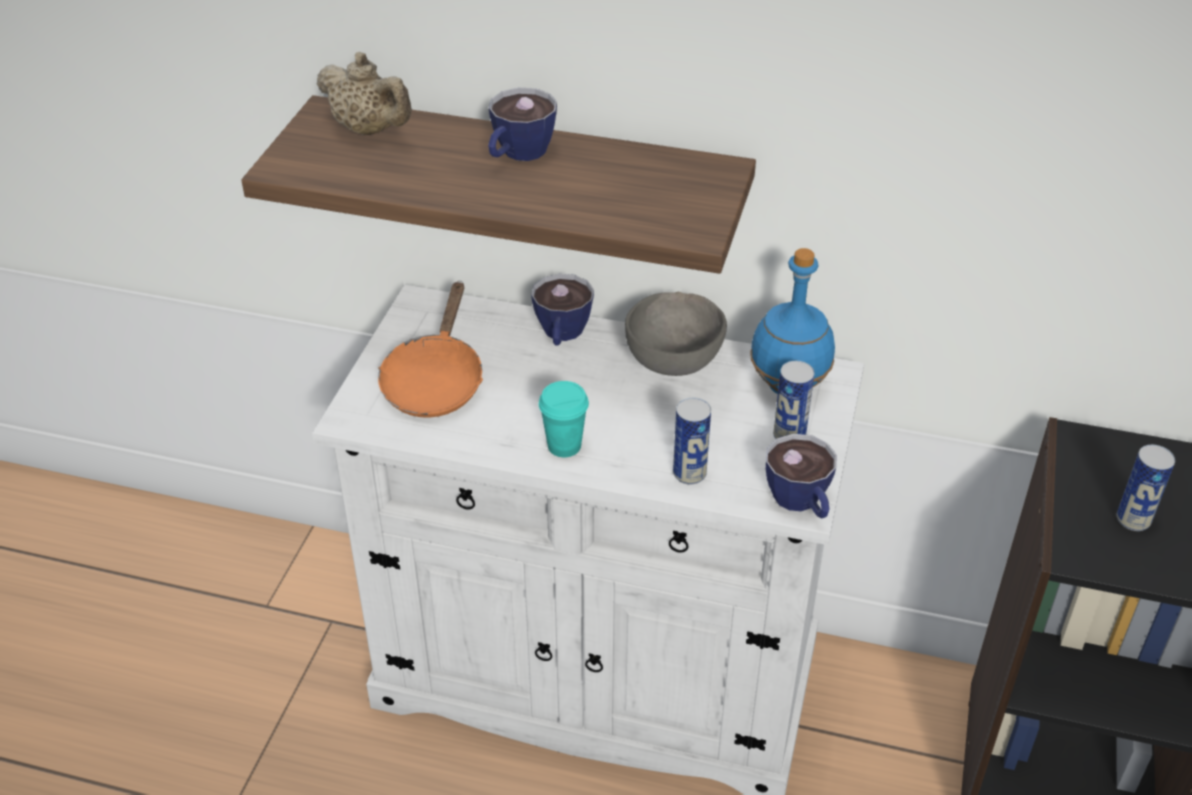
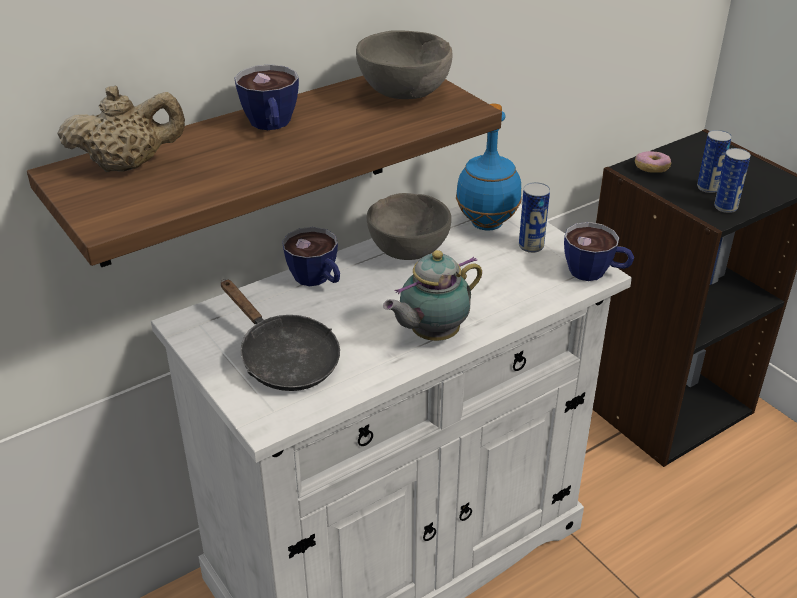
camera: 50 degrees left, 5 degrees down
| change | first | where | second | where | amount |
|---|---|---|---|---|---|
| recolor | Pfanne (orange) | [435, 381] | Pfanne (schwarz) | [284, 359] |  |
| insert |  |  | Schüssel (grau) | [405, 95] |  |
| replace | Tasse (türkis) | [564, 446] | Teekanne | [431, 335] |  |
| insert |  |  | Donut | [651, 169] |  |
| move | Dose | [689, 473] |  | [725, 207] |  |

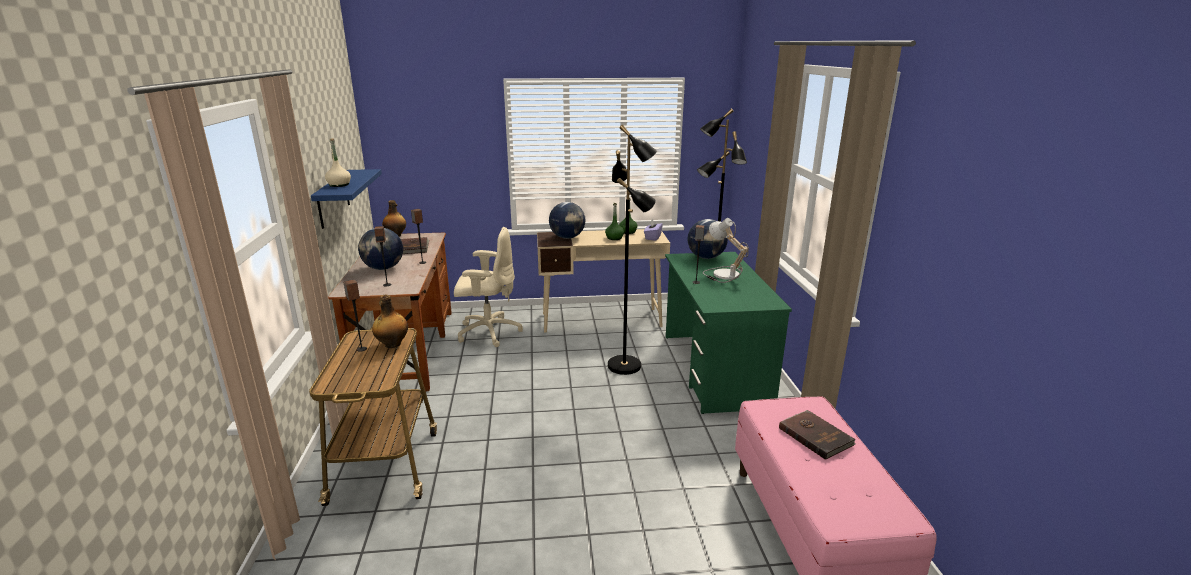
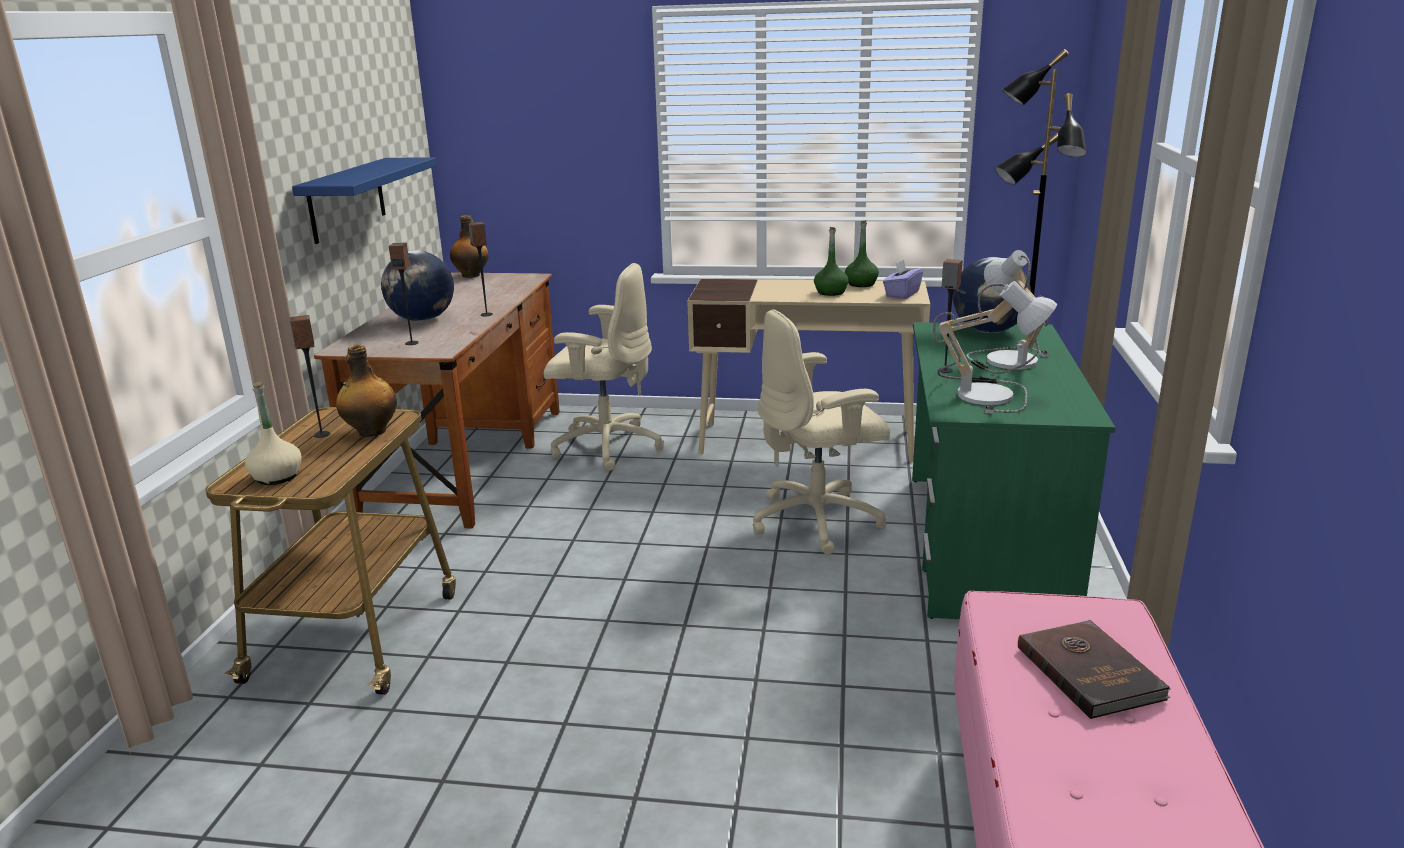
camera: 15 degrees right, 0 degrees up
| change | first | where | second | where | amount |
|---|---|---|---|---|---|
| move | Flasche (beige) | [339, 185] |  | [277, 477] |  |
| replace | Stehlampe (schwarz) | [625, 365] | Bürostuhl (beige) | [818, 521] |  |
| insert |  |  | Tischlampe | [989, 394] |  |
| delete | Buch (braun) | [414, 247] |  |  |  |
| delete | Globus | [567, 237] |  |  |  |

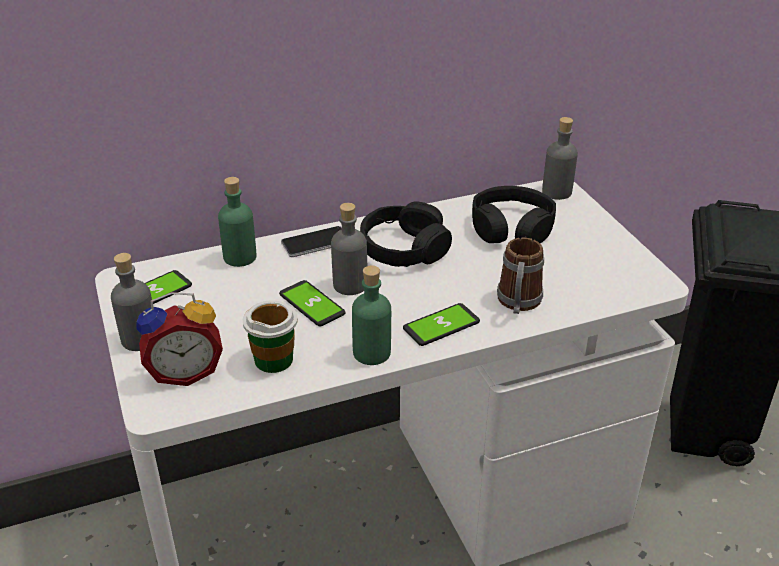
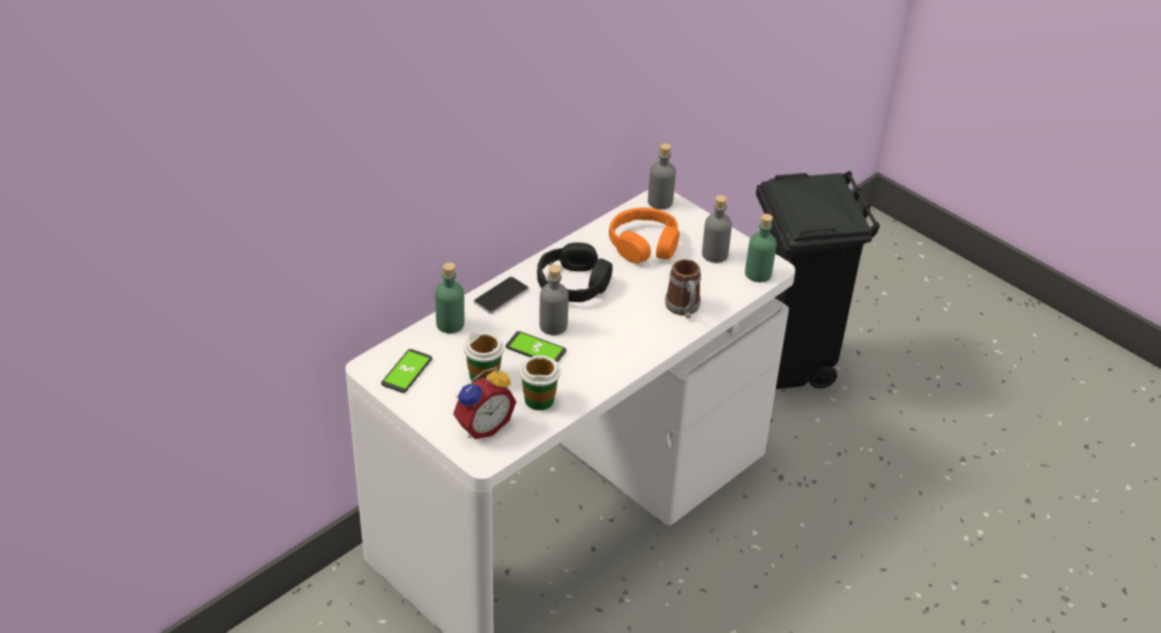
camera: 25 degrees left, 5 degrees up
| change | first | where | second | where | amount |
|---|---|---|---|---|---|
| insert |  |  | Tasse | [484, 376] |  |
| recolor | Kopfhörer (schwarz) | [512, 228] | Kopfhörer (orange) | [644, 245] |  |
| move | Flasche (grau) | [140, 339] |  | [714, 254] |  |
| move | Flasche (grün) | [372, 353] |  | [758, 274] |  |
| delete | Handy | [441, 326] |  |  |  |

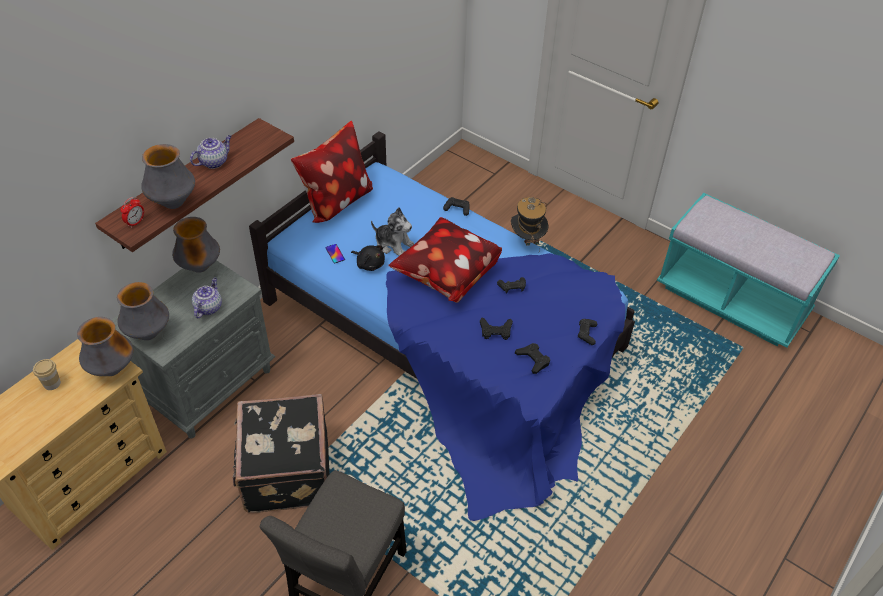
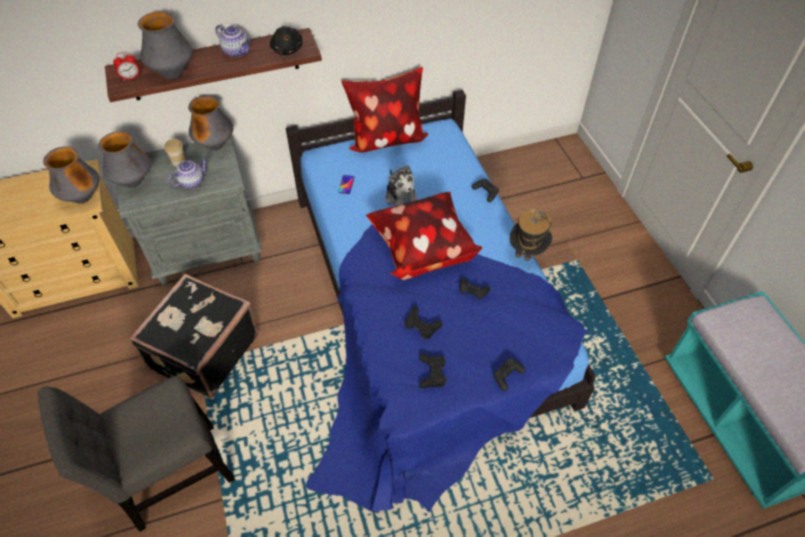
camera: 35 degrees right, 5 degrees up
| change | first | where | second | where | amount |
|---|---|---|---|---|---|
| move | Tasse | [52, 383] |  | [179, 162] |  |
| rotate | Teekanne | [214, 162] |  | [237, 51] | 45 degrees clockwise |
| move | Plüschtier (schwarz) | [369, 264] |  | [287, 50] |  |

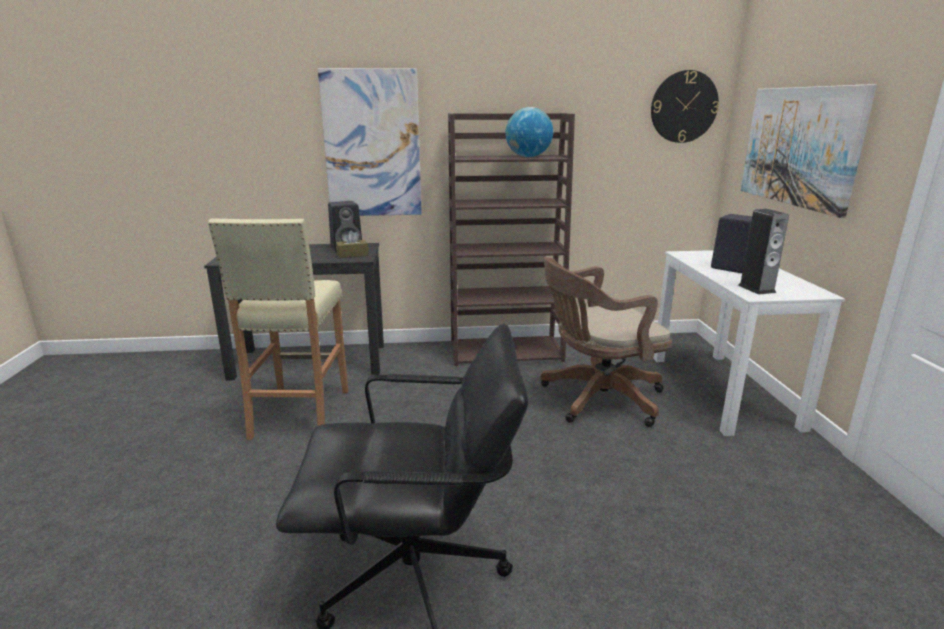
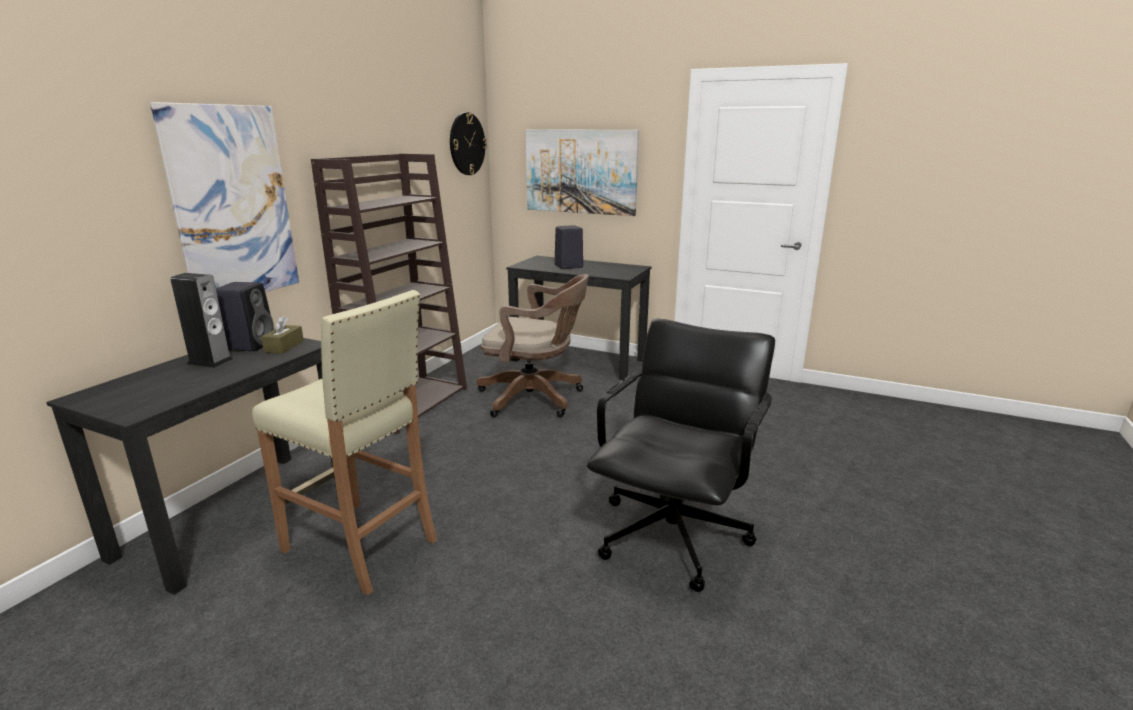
camera: 60 degrees left, 0 degrees up
| change | first | where | second | where | amount |
|---|---|---|---|---|---|
| move | Lautsprecher | [756, 289] |  | [210, 361] |  |
| rotate | Bürostuhl (braun) | [596, 399] |  | [536, 398] | 90 degrees counterclockwise |
| recolor | Schreibtisch (weiß) | [722, 391] | Schreibtisch (schwarz) | [579, 360] |  |
| delete | Globus | [528, 157] |  |  |  |

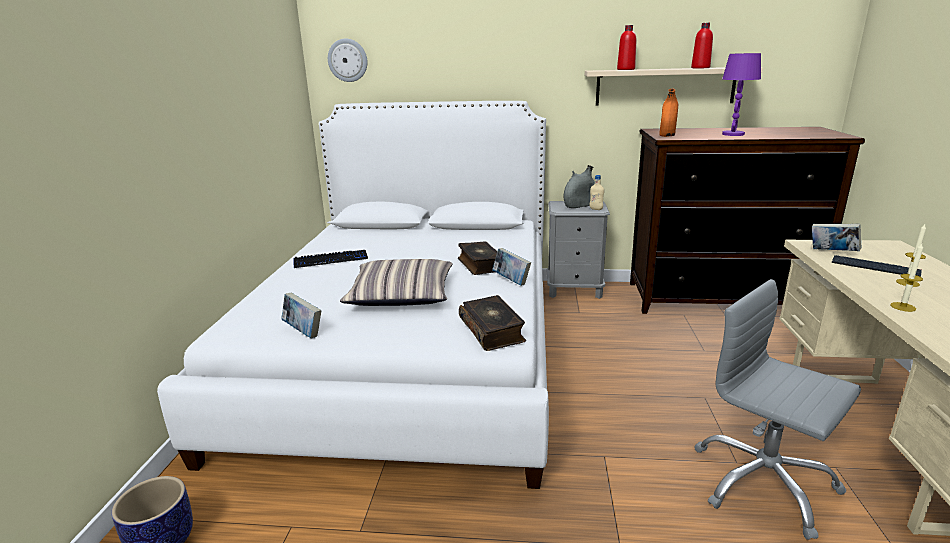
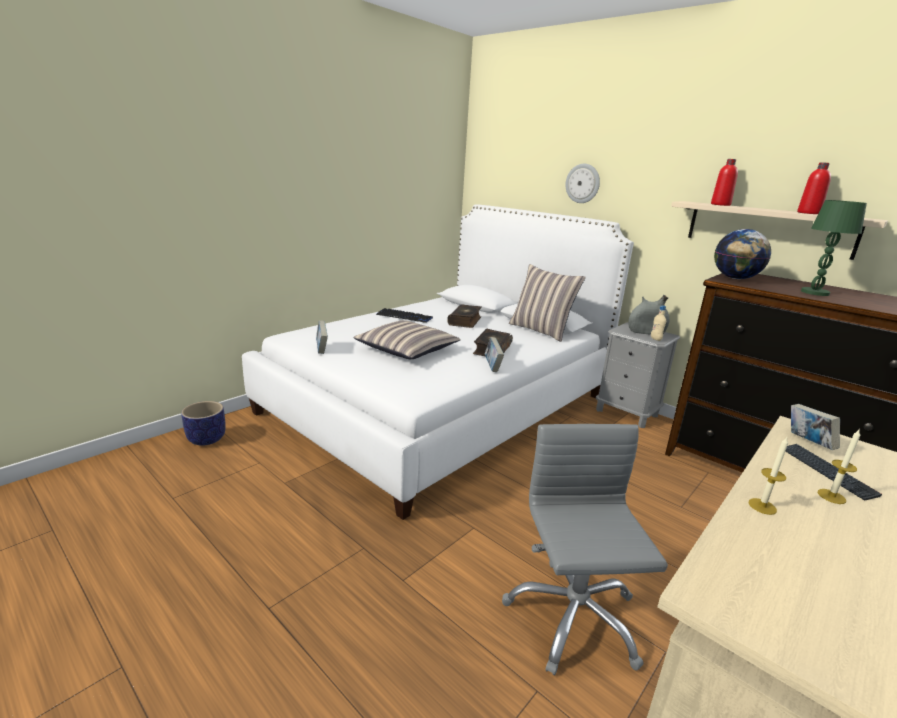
camera: 35 degrees right, 0 degrees up
| change | first | where | second | where | amount |
|---|---|---|---|---|---|
| move | Buch | [492, 331] |  | [465, 321] |  |
| insert |  |  | Kissen | [541, 330] |  |
| move | Wanduhr | [348, 60] |  | [583, 183] |  |
| replace | Vase (orange) | [667, 135] | Globus | [735, 278] |  |
| recolor | Tischlampe (lila) | [733, 134] | Tischlampe (grün) | [815, 293] |  |

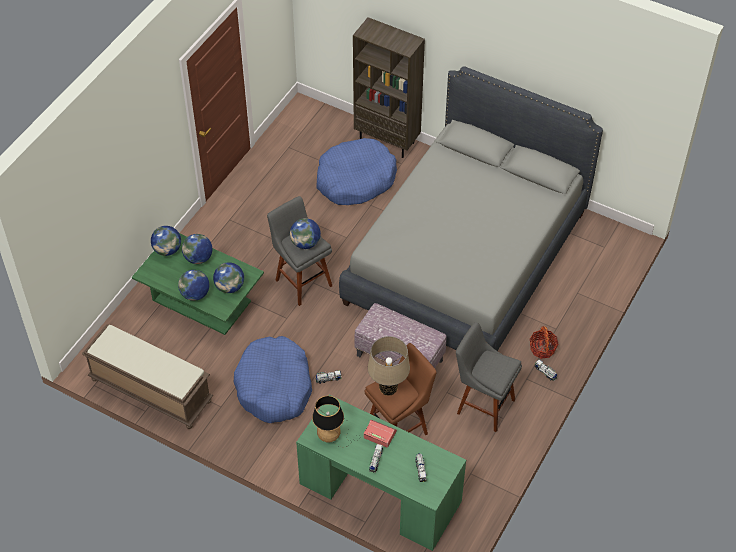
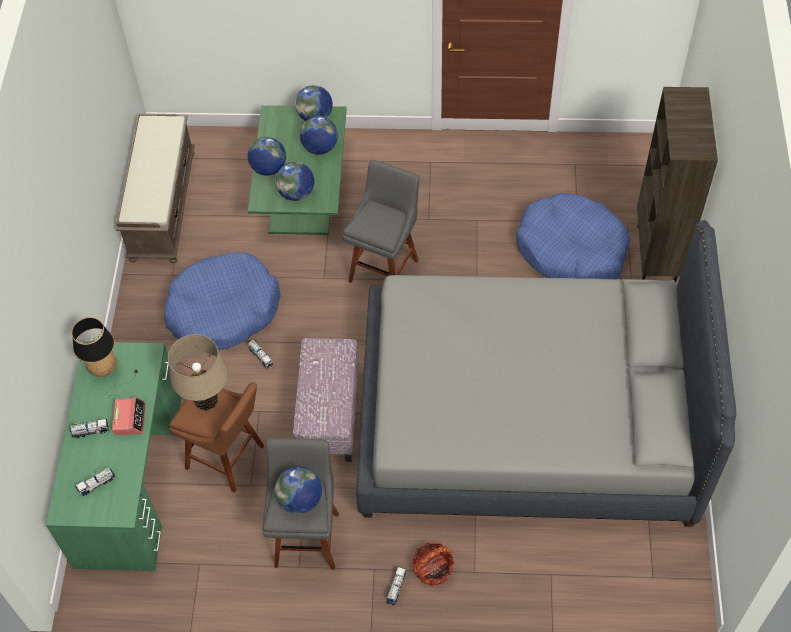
camera: 65 degrees right, 5 degrees up
| change | first | where | second | where | amount |
|---|---|---|---|---|---|
| move | Globus | [305, 243] |  | [300, 500] |  |

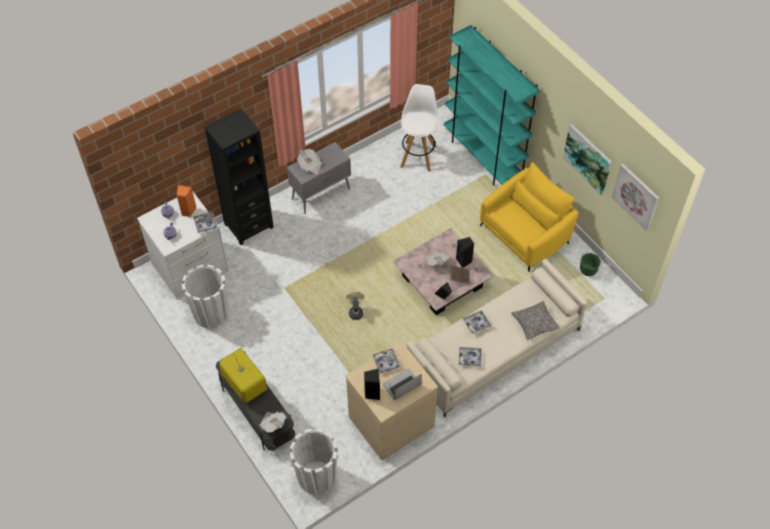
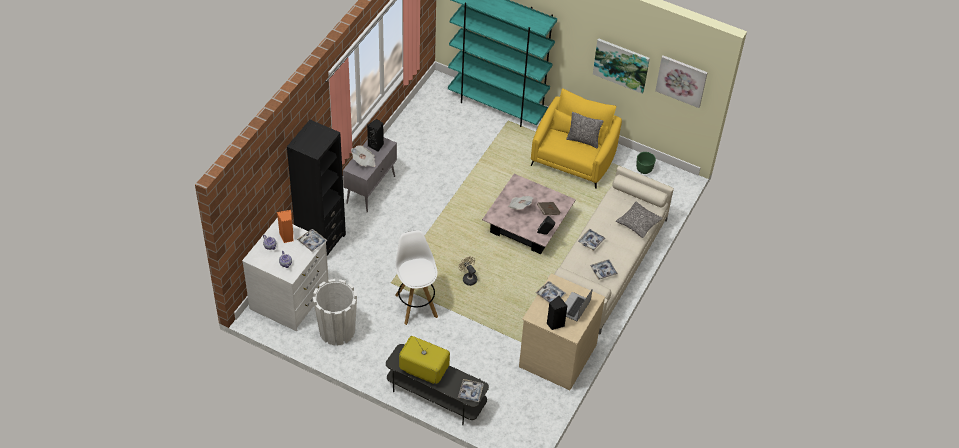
camera: 30 degrees left, 5 degrees down
| change | first | where | second | where | amount |
|---|---|---|---|---|---|
| move | Lautsprecher (schwarz) | [464, 261] |  | [376, 146] |  |
| move | Hocker (weiß) | [418, 155] |  | [416, 305] |  |
| replace | Zeitung | [273, 424] | Tablett | [470, 392] |  |
| insert |  |  | Kissen | [583, 140] |  |
| delete | Pflanzkübel (weiß) | [316, 476] |  |  |  |

